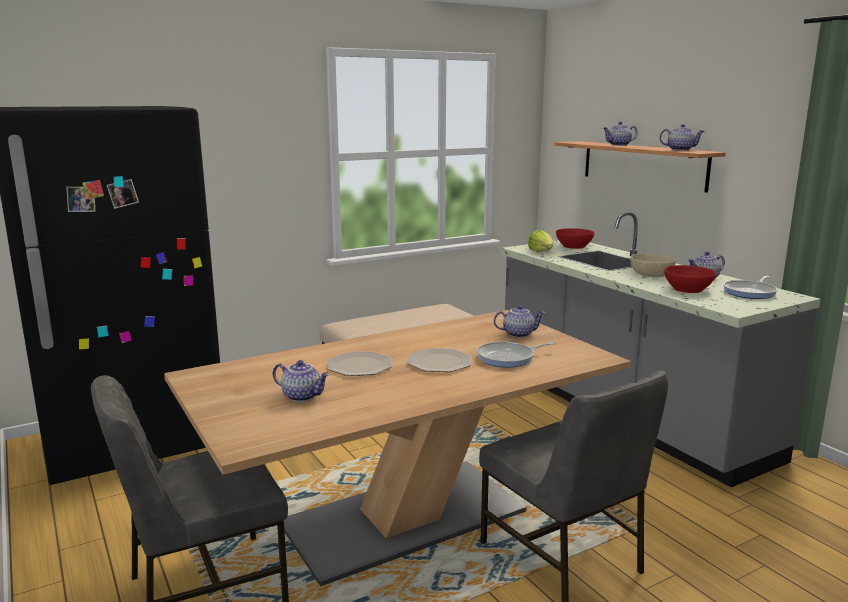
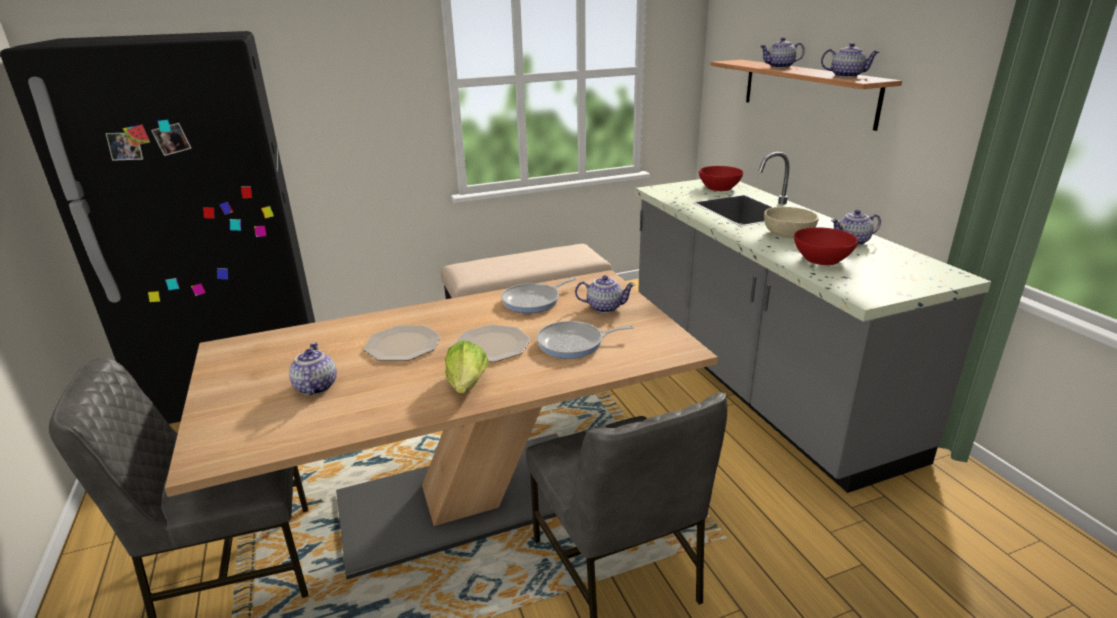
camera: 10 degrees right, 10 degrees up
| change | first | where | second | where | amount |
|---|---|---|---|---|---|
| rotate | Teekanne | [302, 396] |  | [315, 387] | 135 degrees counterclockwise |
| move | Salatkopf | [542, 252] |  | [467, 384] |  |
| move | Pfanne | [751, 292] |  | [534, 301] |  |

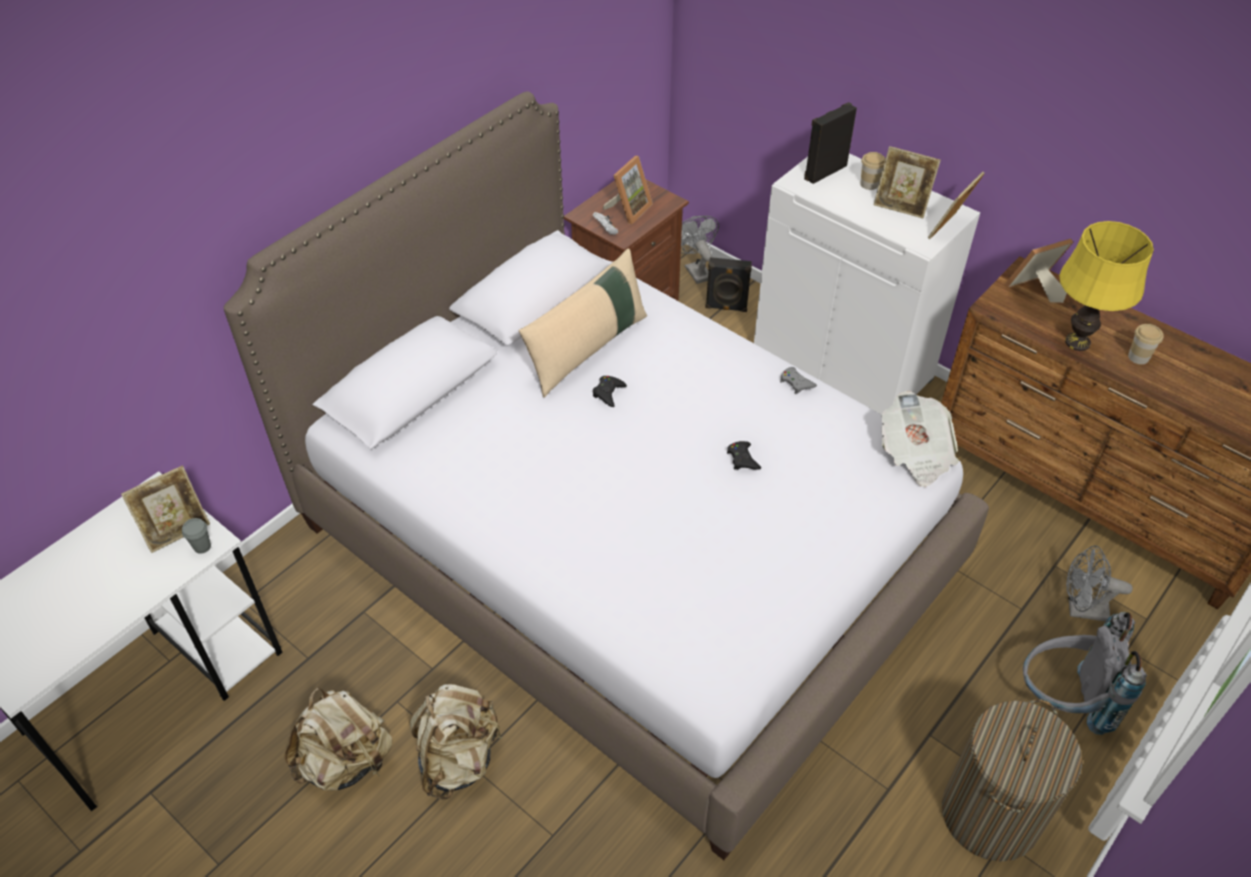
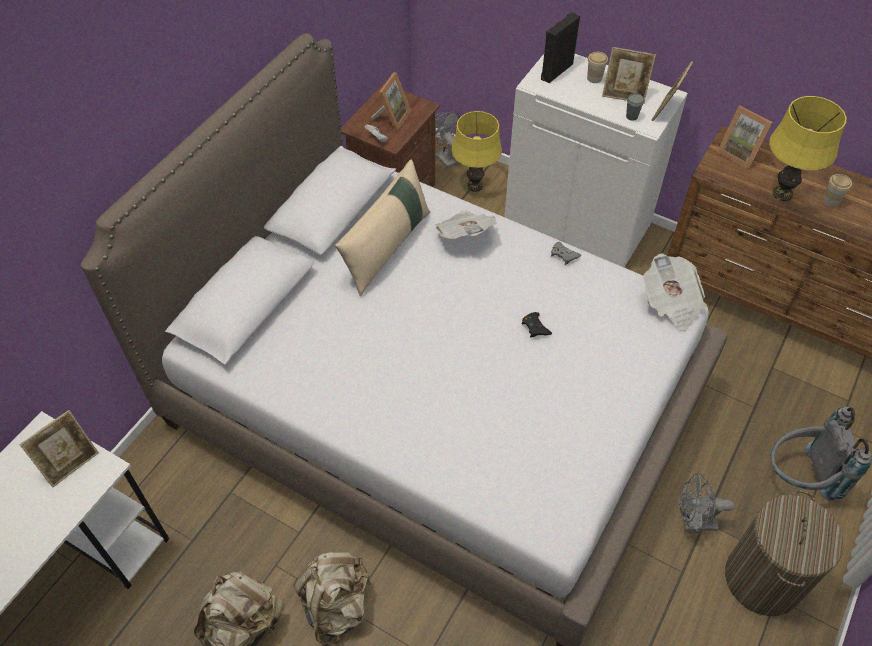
camera: 10 degrees left, 5 degrees up
| change | first | where | second | where | amount |
|---|---|---|---|---|---|
| insert |  |  | Zeitung | [464, 235] |  |
| replace | Lautsprecher (schwarz) | [726, 308] | Tischlampe (gelb) | [475, 186] |  |
| move | Tasse (grau) | [202, 547] |  | [631, 116] |  |
| move | Ventilator (grau) | [1081, 610] |  | [693, 522] |  |
| rotate | Bilderrahmen | [1034, 290] |  | [739, 153] | 105 degrees counterclockwise |
| delete | Gamepad (schwarz) | [608, 393] |  |  |  |

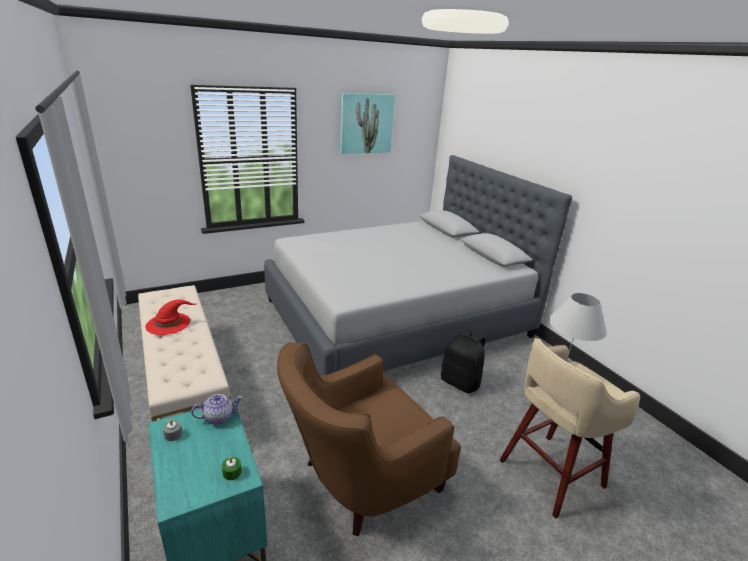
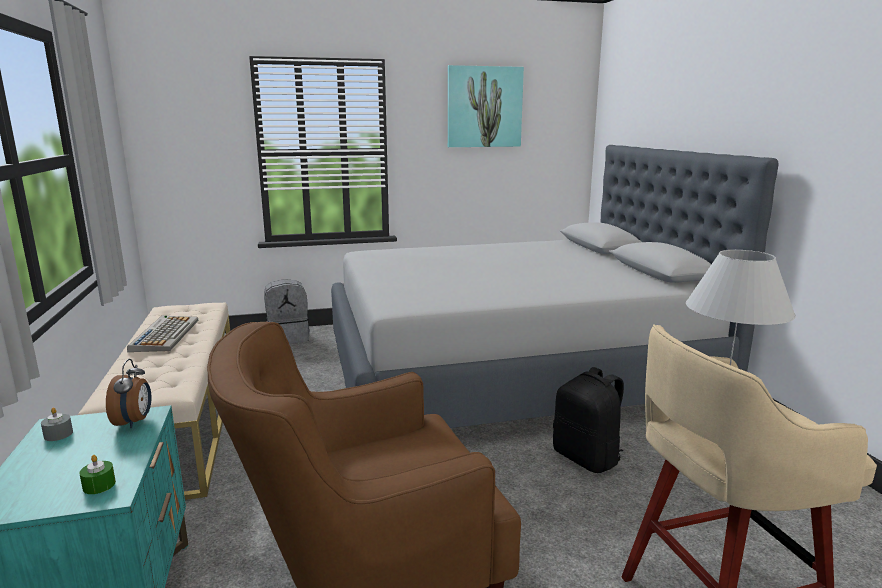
camera: 15 degrees right, 10 degrees down
| change | first | where | second | where | amount |
|---|---|---|---|---|---|
| replace | Teekanne | [219, 417] | Wecker | [134, 422] |  |
| replace | Hut (rot) | [169, 323] | Tastatur | [165, 335] |  |
| insert |  |  | Rucksack (grau) | [288, 337] |  |

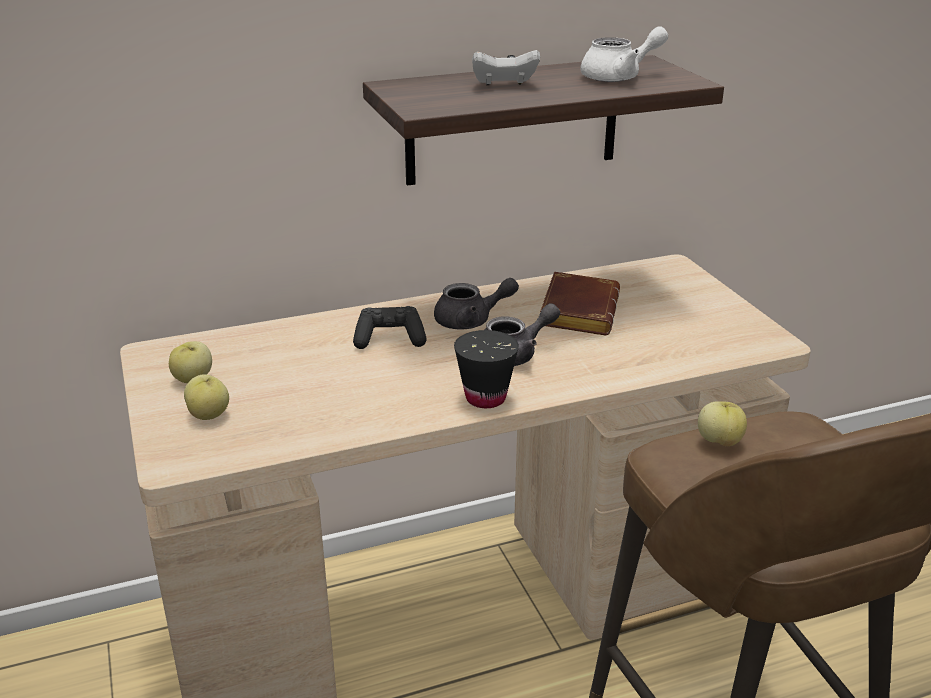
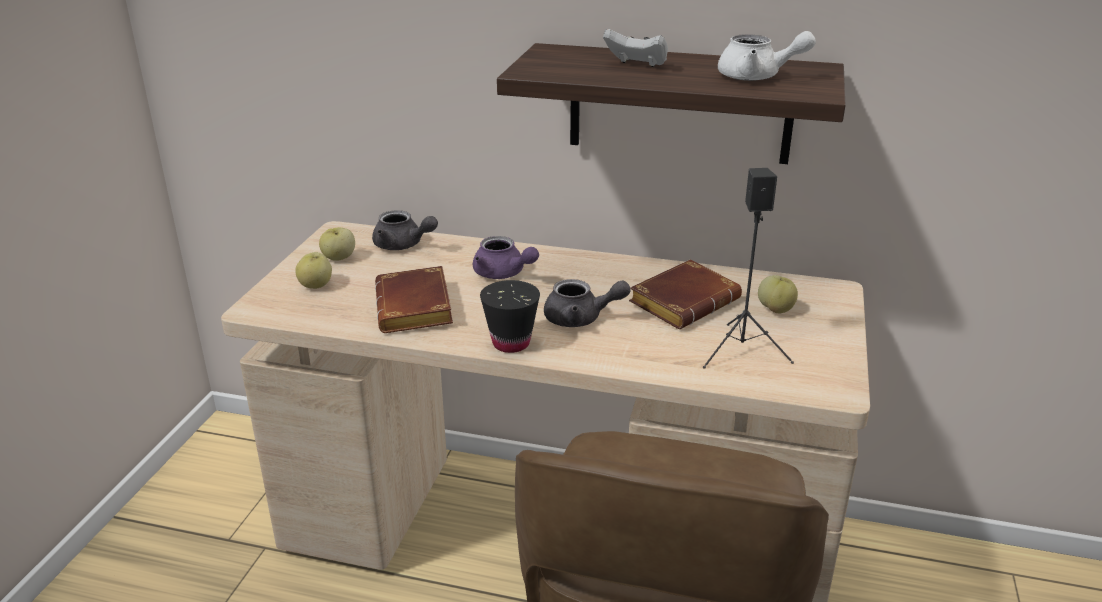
camera: 35 degrees right, 0 degrees up
| change | first | where | second | where | amount |
|---|---|---|---|---|---|
| move | Teekanne (grau) | [471, 321] |  | [403, 245] |  |
| insert |  |  | Buch (braun) | [417, 309] |  |
| replace | Gamepad (schwarz) | [390, 339] | Teekanne (lila) | [503, 274] |  |
| insert |  |  | Lautsprecher (schwarz) | [742, 351] |  |
| move | Apfel | [719, 441] |  | [776, 309] |  |

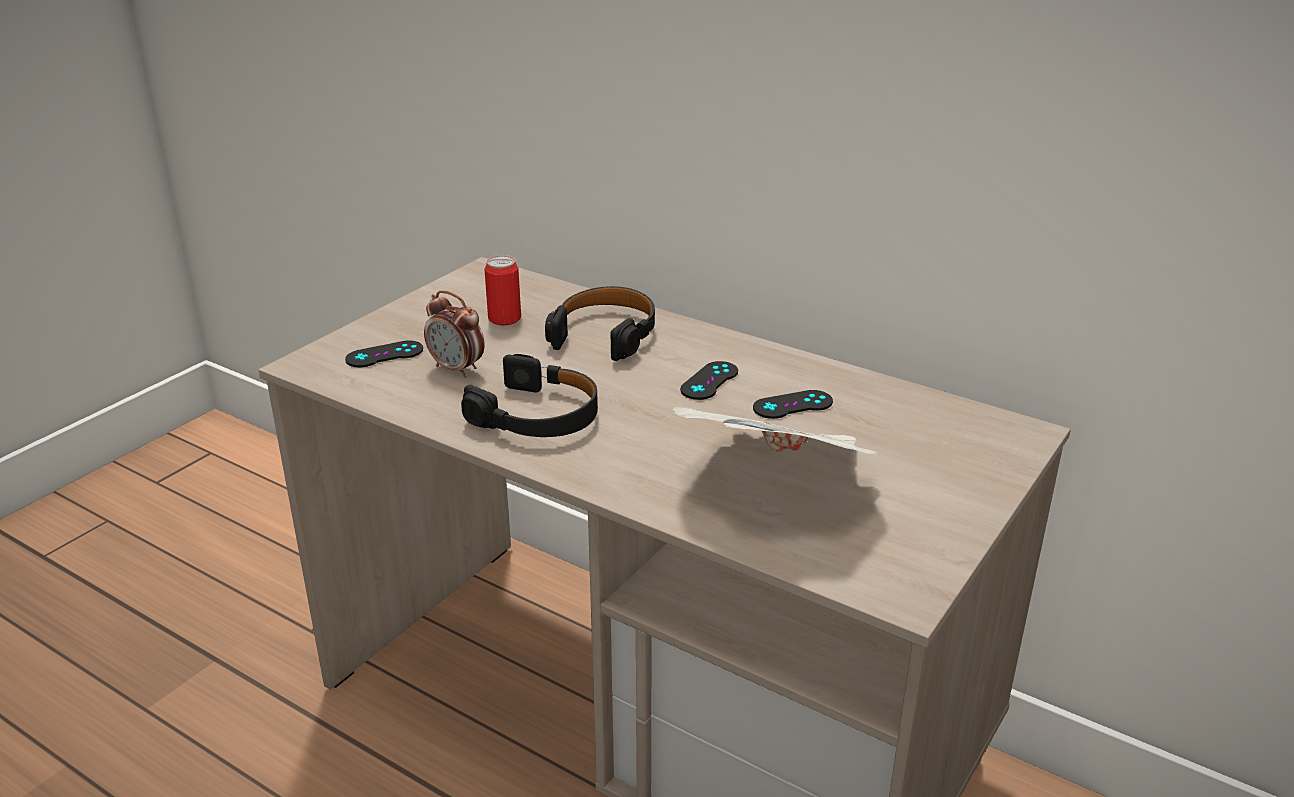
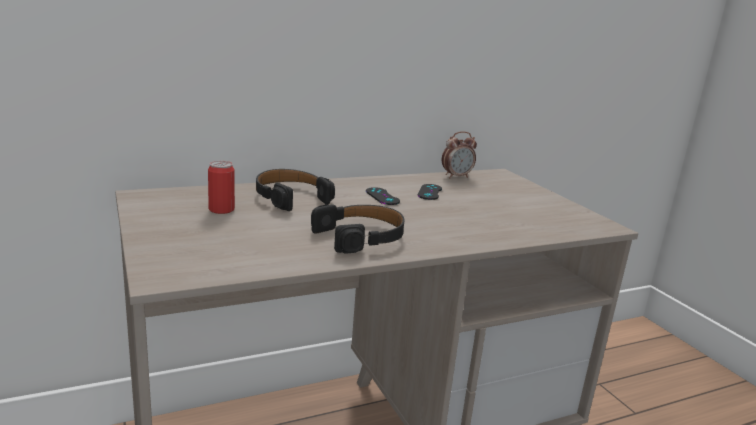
camera: 60 degrees left, 10 degrees down
| change | first | where | second | where | amount |
|---|---|---|---|---|---|
| move | Wecker | [457, 369] |  | [456, 176] |  |
| delete | Gamepad (schwarz) | [384, 355] |  |  |  |
| delete | Zeitung | [782, 479] |  |  |  |

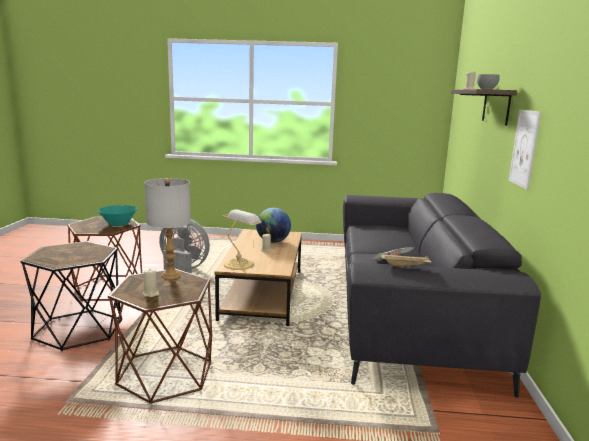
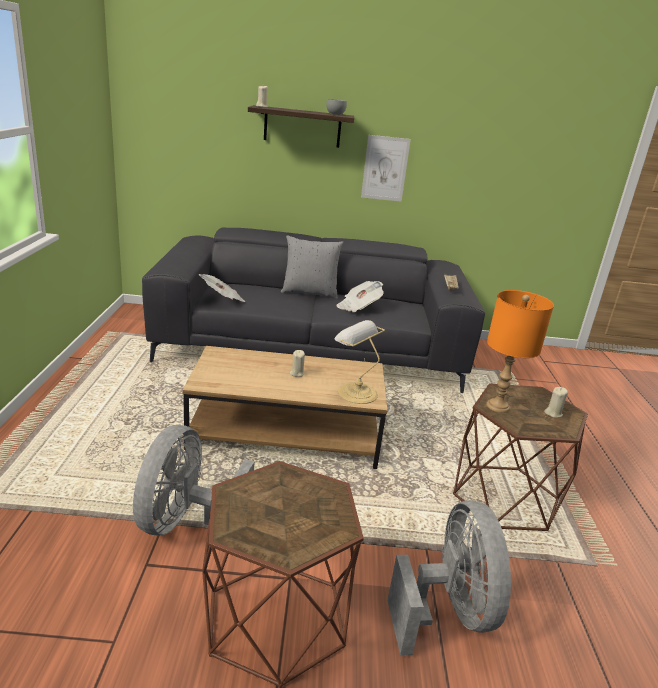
camera: 95 degrees left, 10 degrees up
| change | first | where | second | where | amount |
|---|---|---|---|---|---|
| insert |  |  | Zeitung | [222, 299] |  |
| insert |  |  | Kissen (grau) | [309, 292] |  |
| replace | Beistelltisch (schwarz) | [78, 330] | Ventilator (grau) | [448, 611] |  |
| recolor | Tischlampe (grau) | [171, 275] | Tischlampe (orange) | [497, 406] |  |
| delete | Schüssel (türkis) | [118, 224] |  |  |  |
| delete | Globus | [273, 241] |  |  |  |

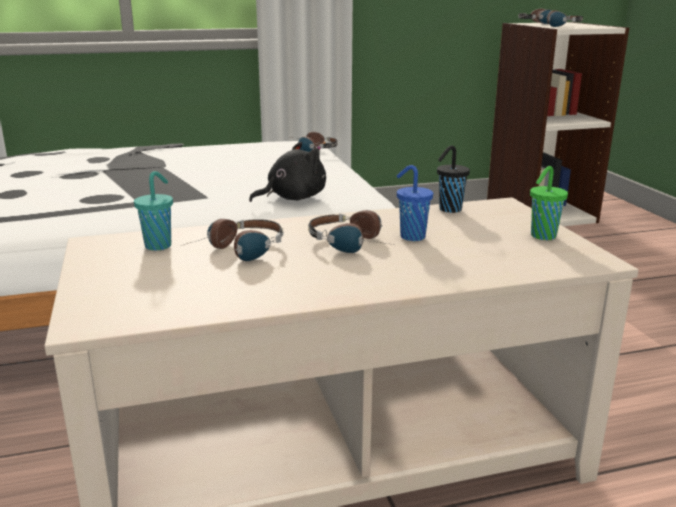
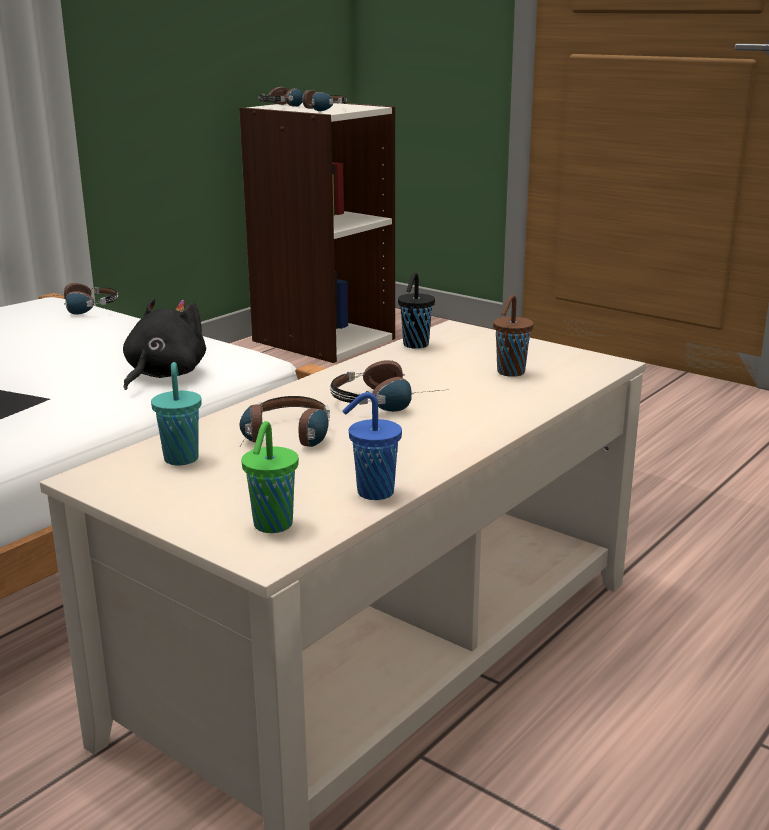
camera: 35 degrees left, 0 degrees up
| change | first | where | second | where | amount |
|---|---|---|---|---|---|
| move | Tasse (grün) | [542, 236] |  | [272, 526] |  |
| move | Tasse (blau) | [411, 236] |  | [373, 492] |  |
| insert |  |  | Tasse (braun) | [510, 373] |  |

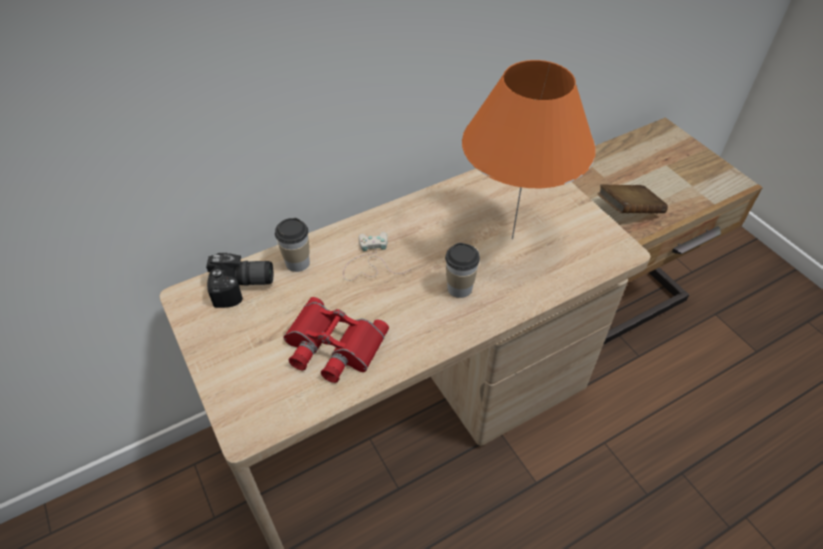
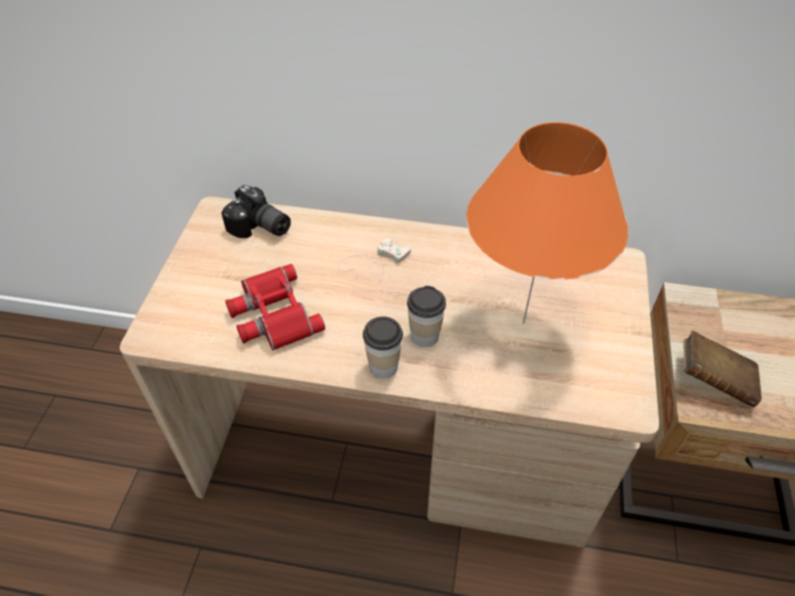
camera: 40 degrees right, 0 degrees up
| change | first | where | second | where | amount |
|---|---|---|---|---|---|
| move | Tasse | [297, 262] |  | [383, 366] |  |

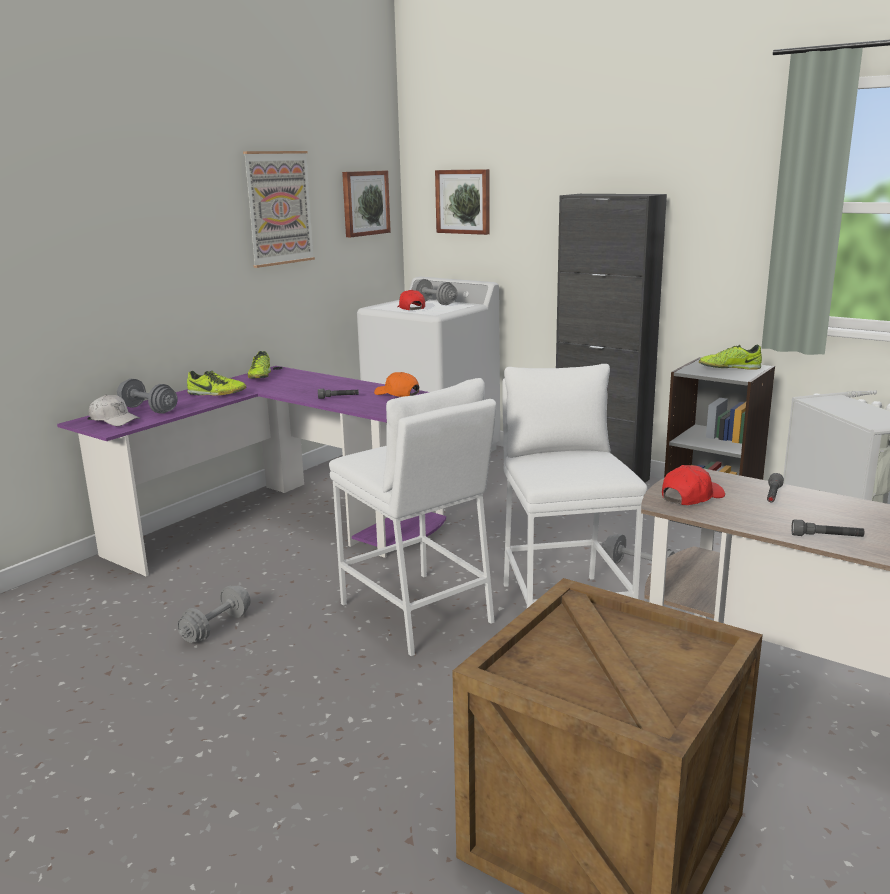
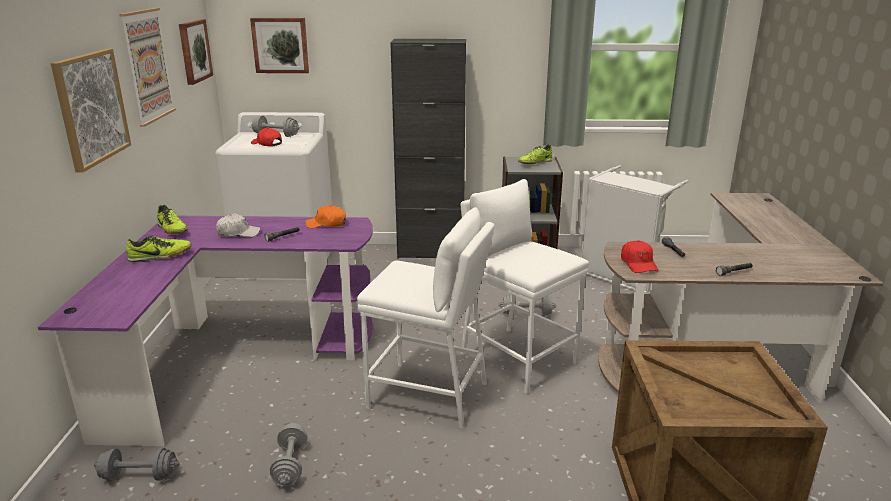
camera: 35 degrees left, 5 degrees up
| change | first | where | second | where | amount |
|---|---|---|---|---|---|
| insert |  |  | Bild | [91, 108] |  |
| move | Hantel (grau) | [148, 409] |  | [139, 476] |  |
| move | Kappe (weiß) | [114, 420] |  | [238, 233] |  |
| rotate | Kappe (rot) | [691, 497] |  | [638, 264] | 150 degrees clockwise |

